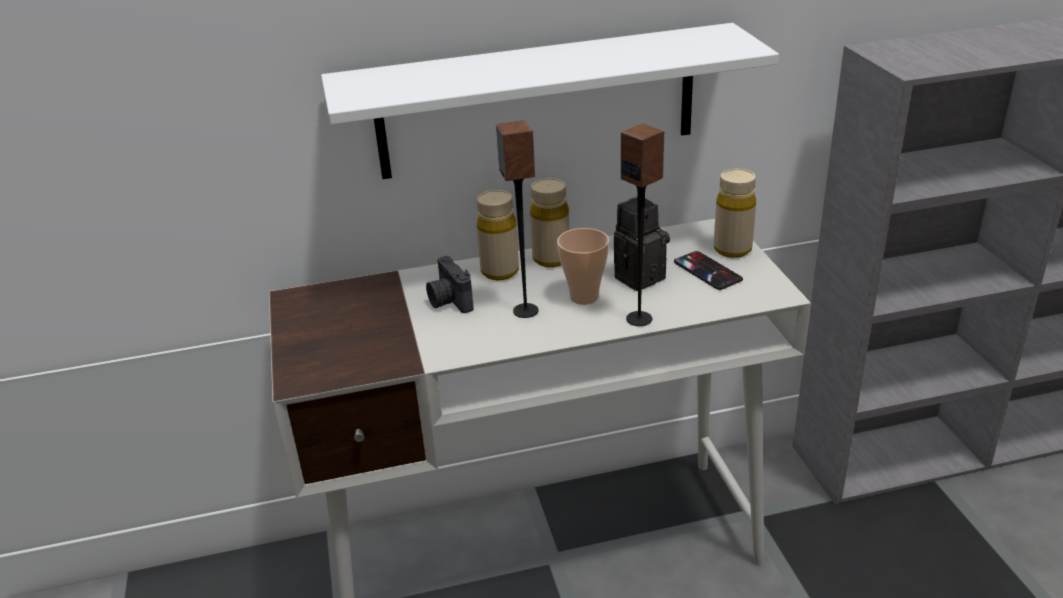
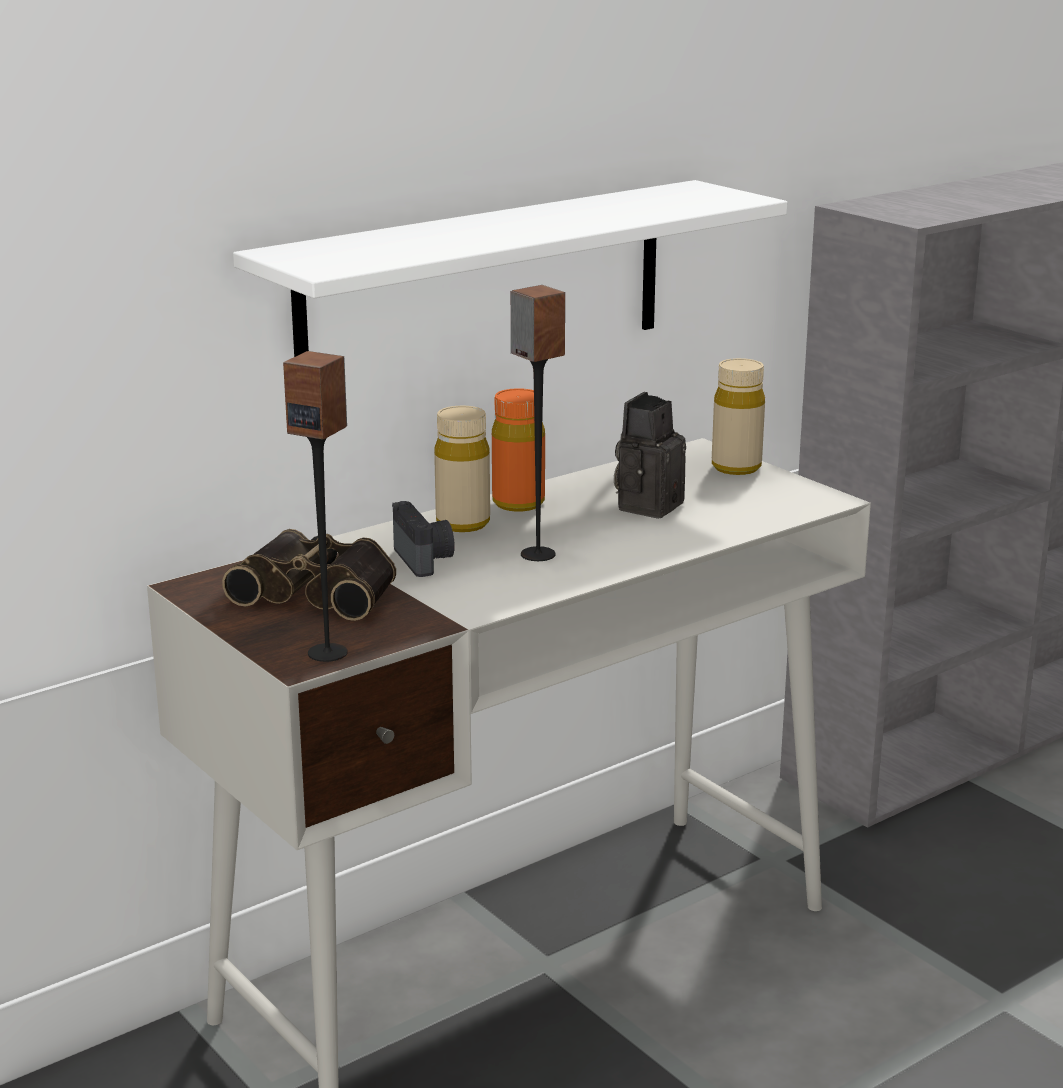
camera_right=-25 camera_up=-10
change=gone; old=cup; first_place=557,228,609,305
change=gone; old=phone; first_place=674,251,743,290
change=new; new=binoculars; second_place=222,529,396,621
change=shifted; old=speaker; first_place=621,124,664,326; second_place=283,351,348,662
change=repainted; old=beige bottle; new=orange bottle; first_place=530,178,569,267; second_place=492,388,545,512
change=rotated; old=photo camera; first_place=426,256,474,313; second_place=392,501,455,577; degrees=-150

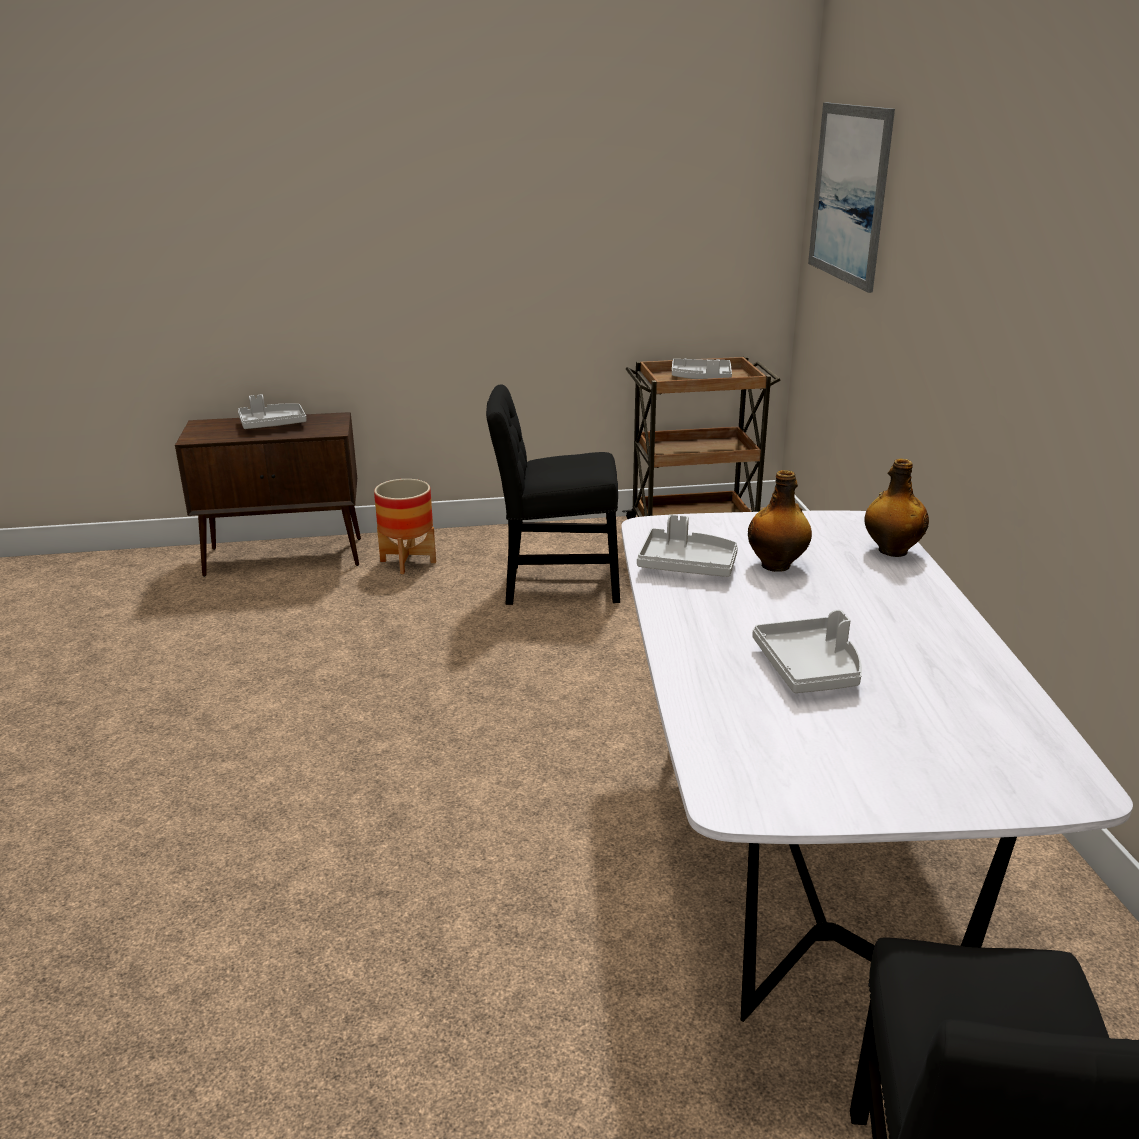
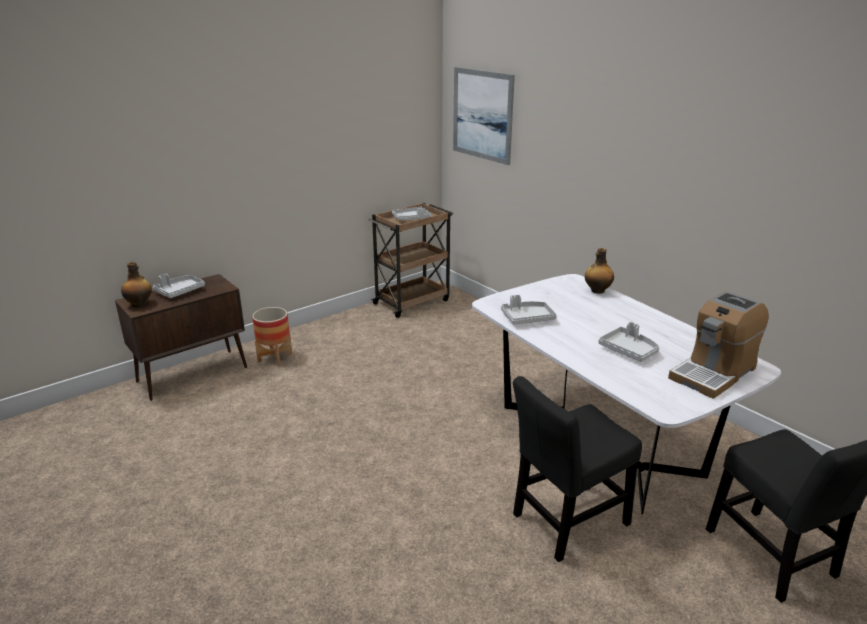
camera_right=-30 camera_up=0
change=new; new=coffee machine; second_place=668,291,768,399
change=shifted; old=black chair; first_place=486,384,620,605; second_place=513,376,642,562
change=shifted; old=bottle; first_place=748,470,812,572; second_place=121,262,152,307

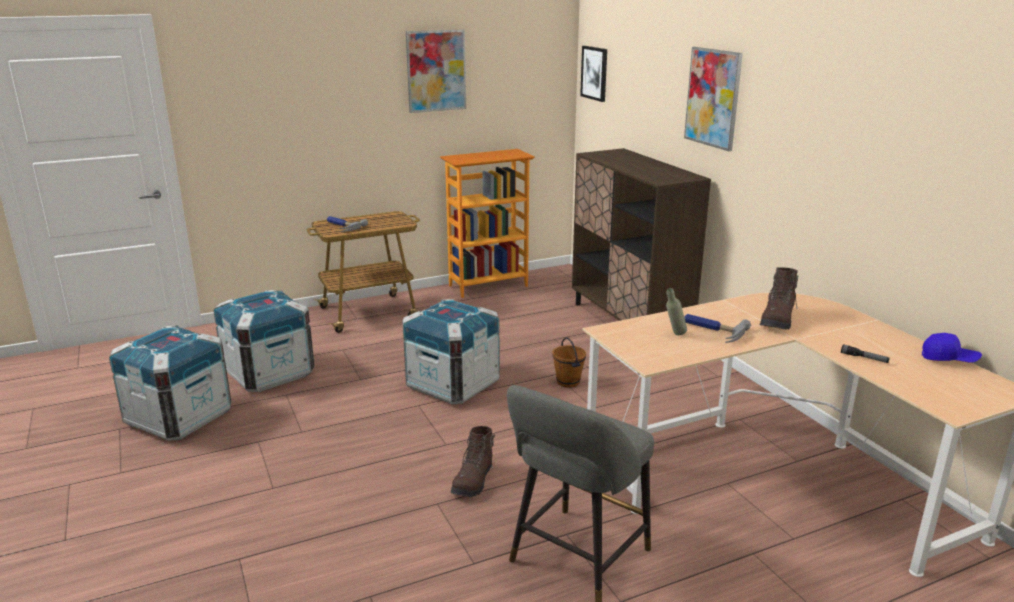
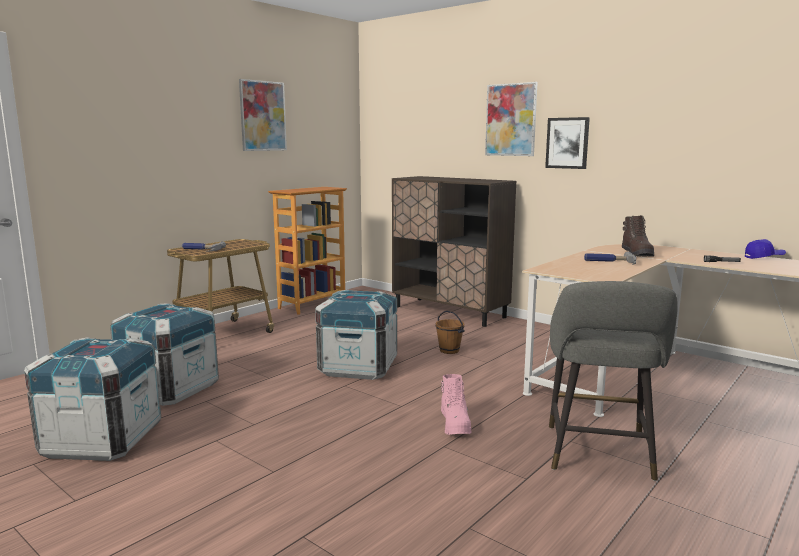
camera_right=-25 camera_up=-10
change=gone; old=grey bottle; first_place=666,288,687,335
change=shifted; old=picture; first_place=580,46,607,102; second_place=545,117,590,169
change=repainted; old=brown boot; new=pink boot; first_place=451,426,495,497; second_place=441,374,471,435

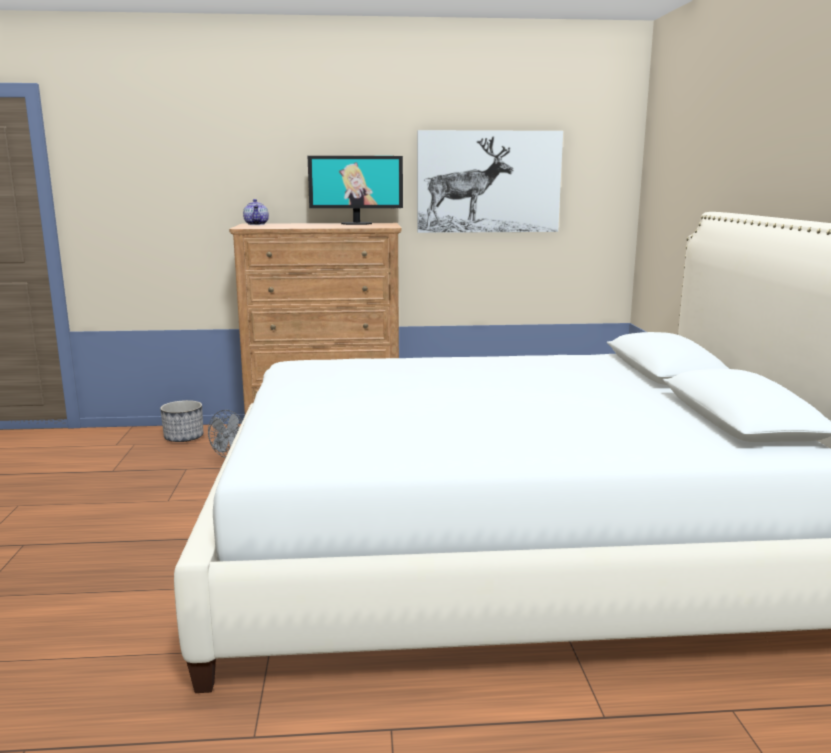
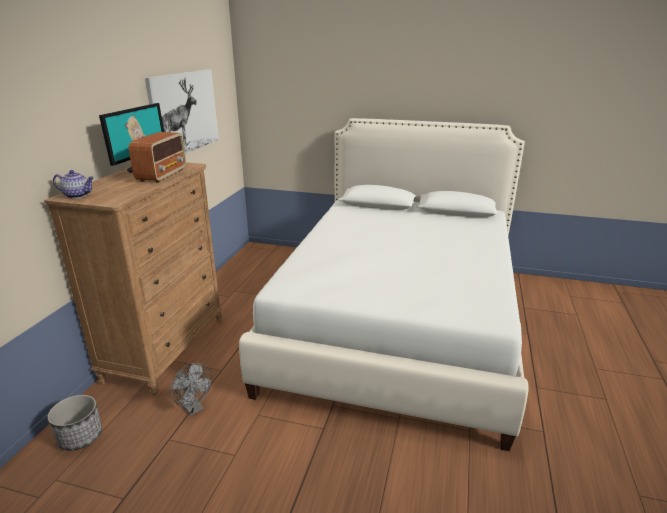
camera_right=-70 camera_up=10
change=new; new=radio; second_place=128,132,186,183

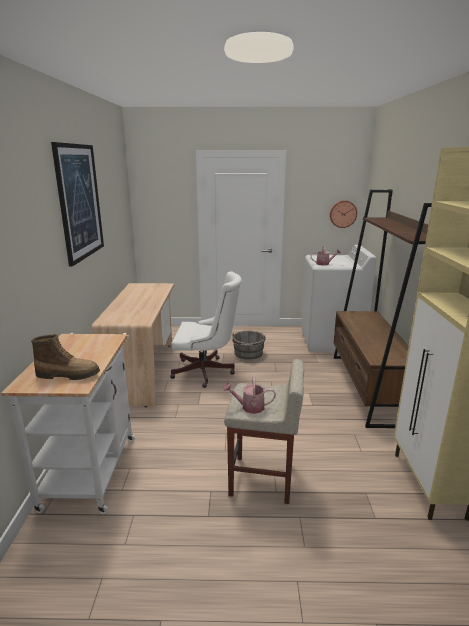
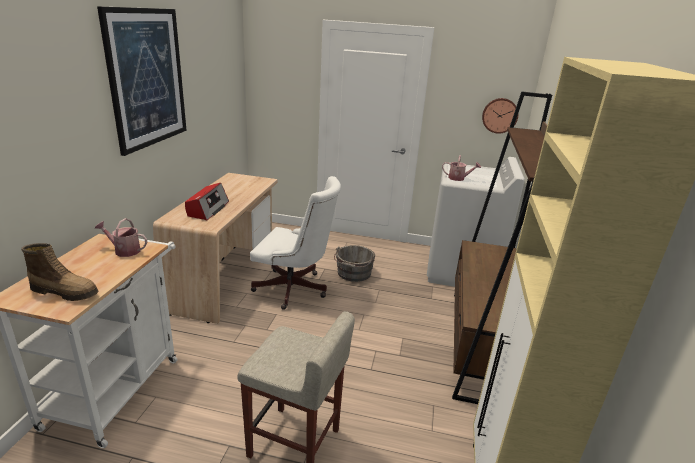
camera_right=10 camera_up=5
change=new; new=radio; second_place=185,183,229,220
change=shifted; old=watering can; first_place=223,377,276,414; second_place=95,218,147,257

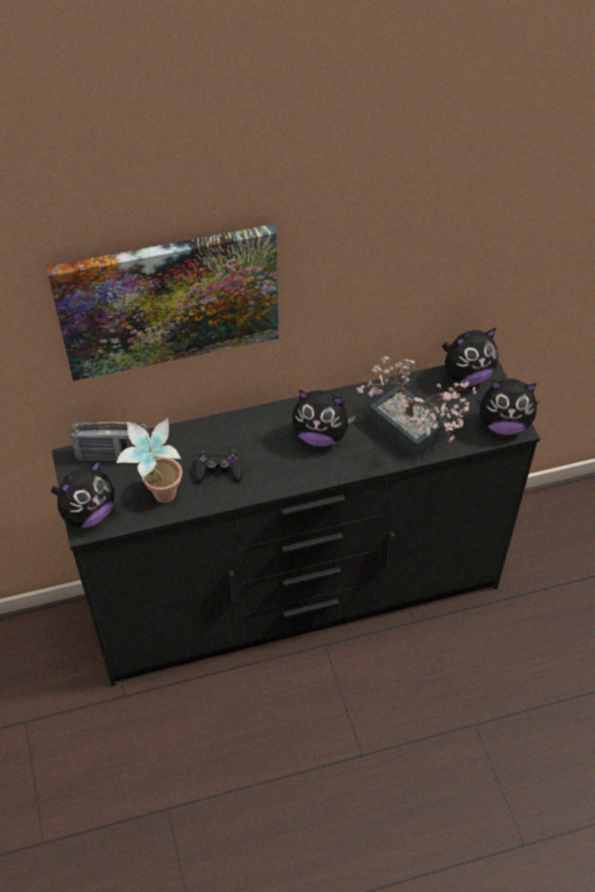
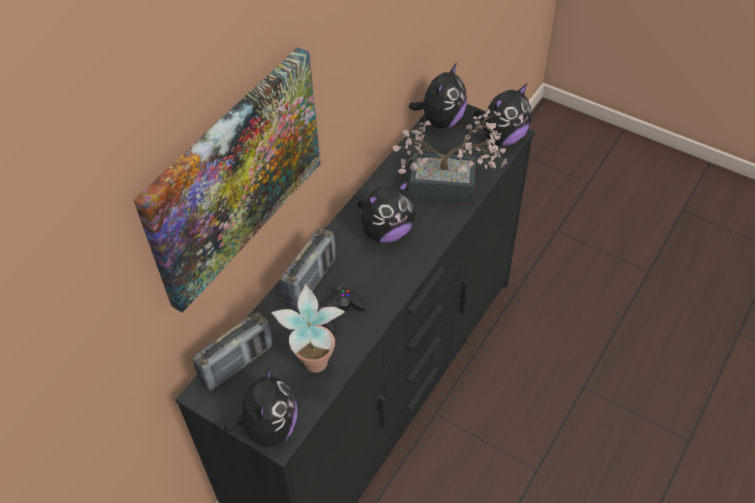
camera_right=-40 camera_up=0
change=new; new=radio; second_place=281,228,335,309

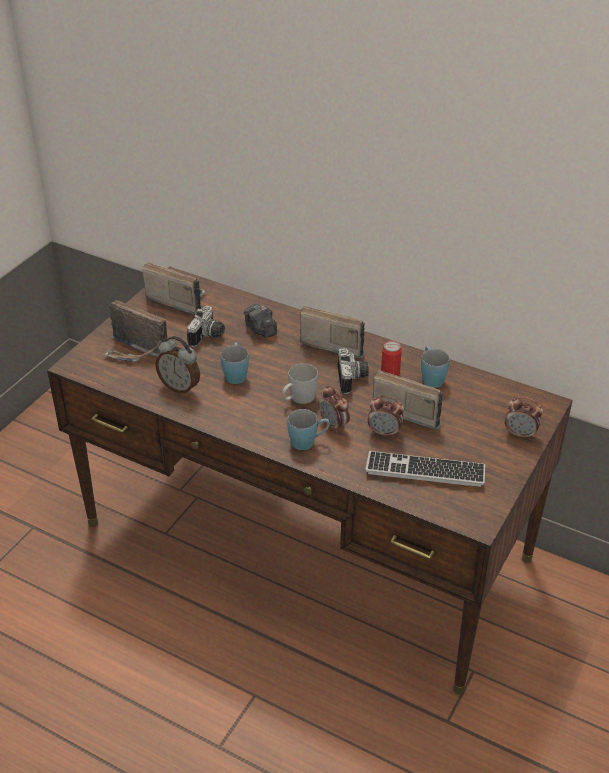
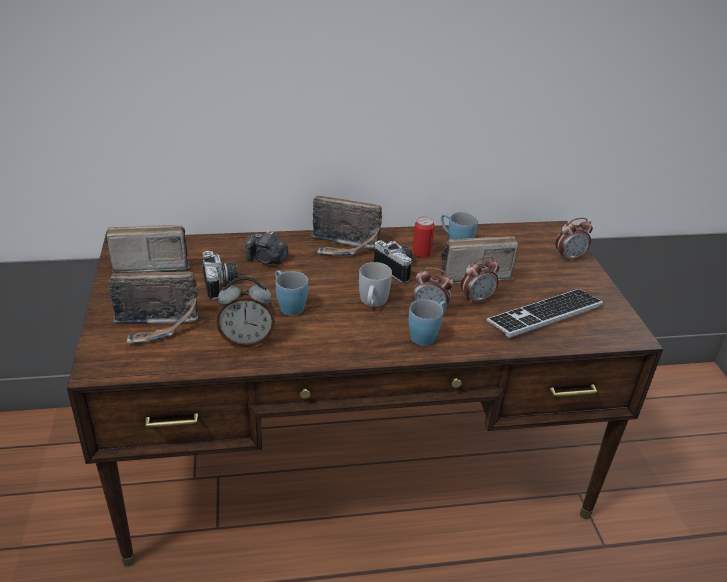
camera_right=-40 camera_up=-5
change=rotated; old=radio; first_place=300,306,365,358; second_place=311,195,382,256; degrees=-150

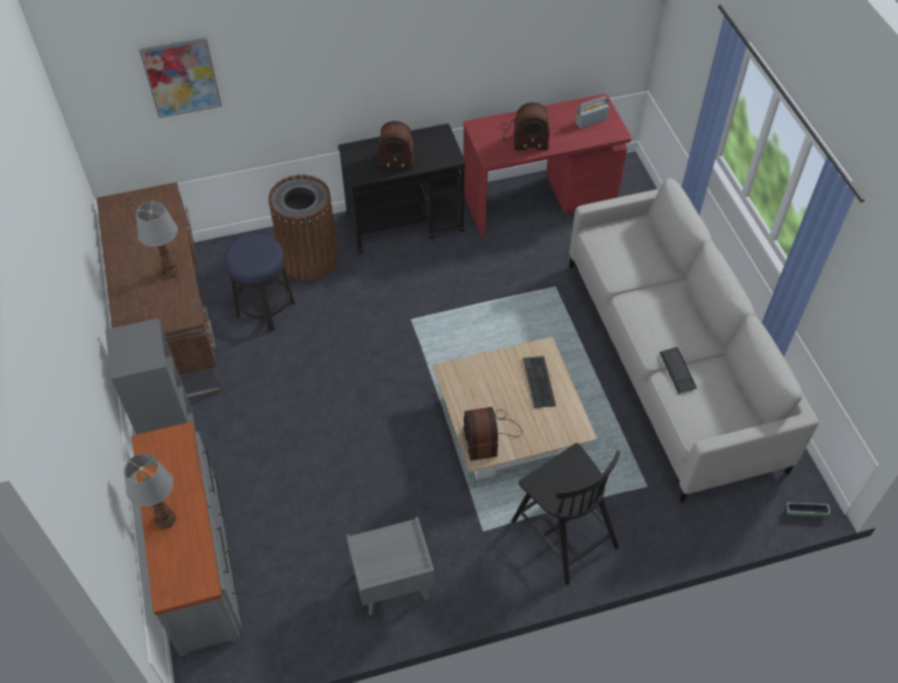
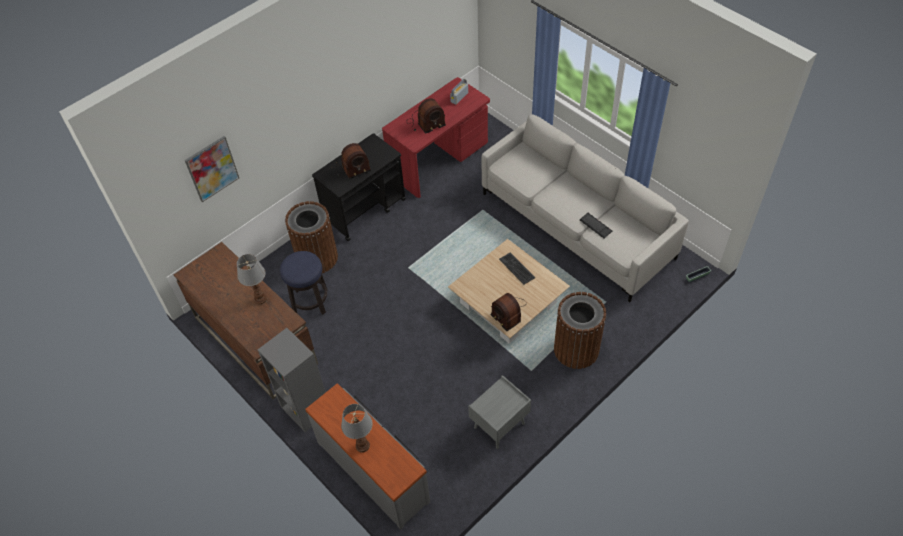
camera_right=-25 camera_up=0
change=swapped; old=black chair; new=brown trash can; first_place=511,443,621,585; second_place=554,292,606,369

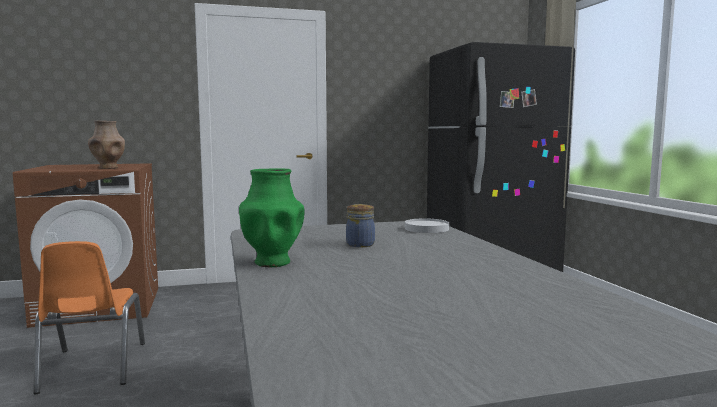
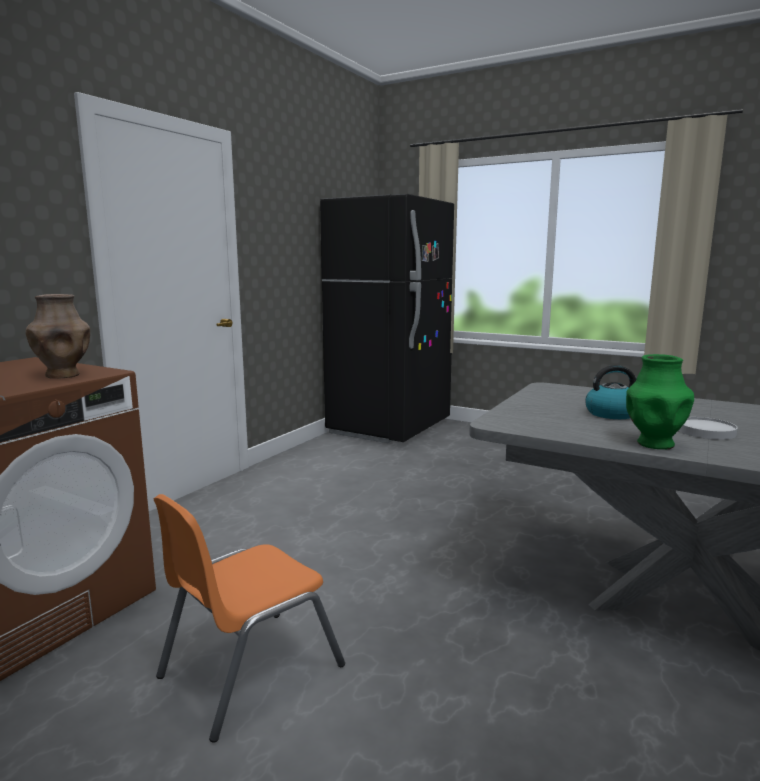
camera_right=-45 camera_up=5
change=shifted; old=white plate; first_place=405,218,449,233; second_place=679,417,738,440
change=swapped; old=jar; new=kettle; first_place=346,204,375,247; second_place=585,365,637,419
change=rotated; old=orange chair; first_place=33,241,145,394; second_place=154,494,345,743; degrees=105

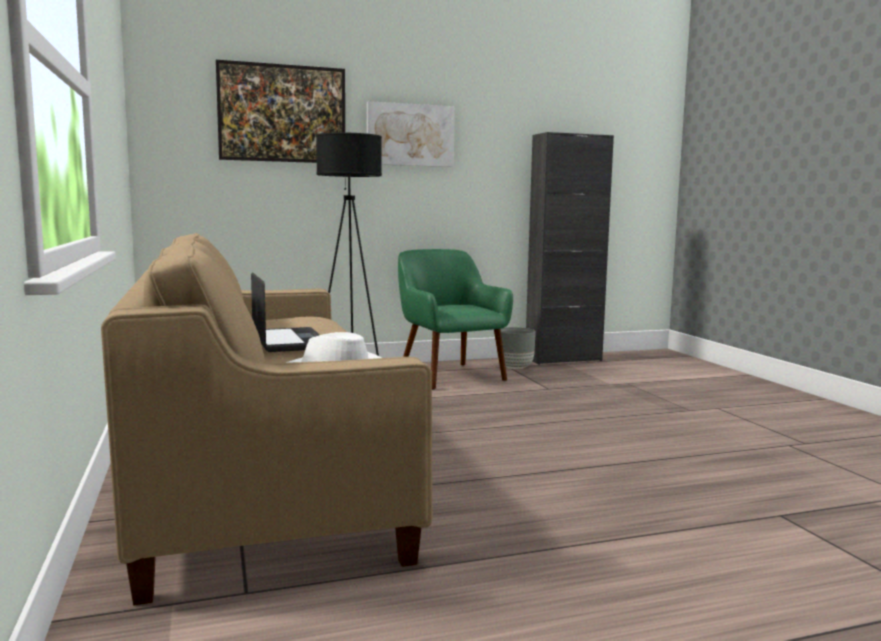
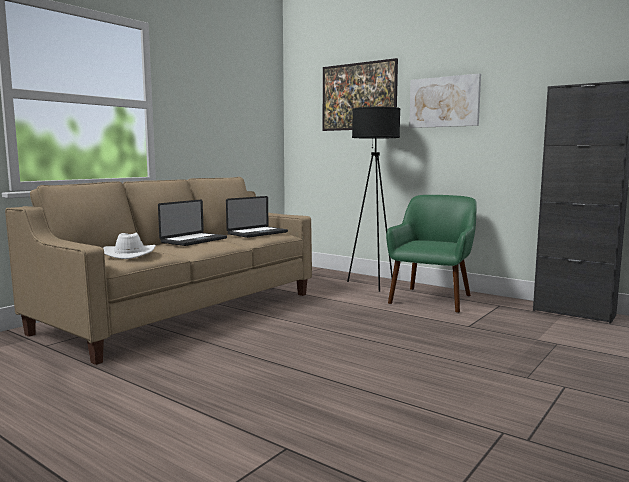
camera_right=55 camera_up=0
change=gone; old=grey planter; first_place=497,327,536,369
change=new; new=laptop; second_place=226,196,288,238

